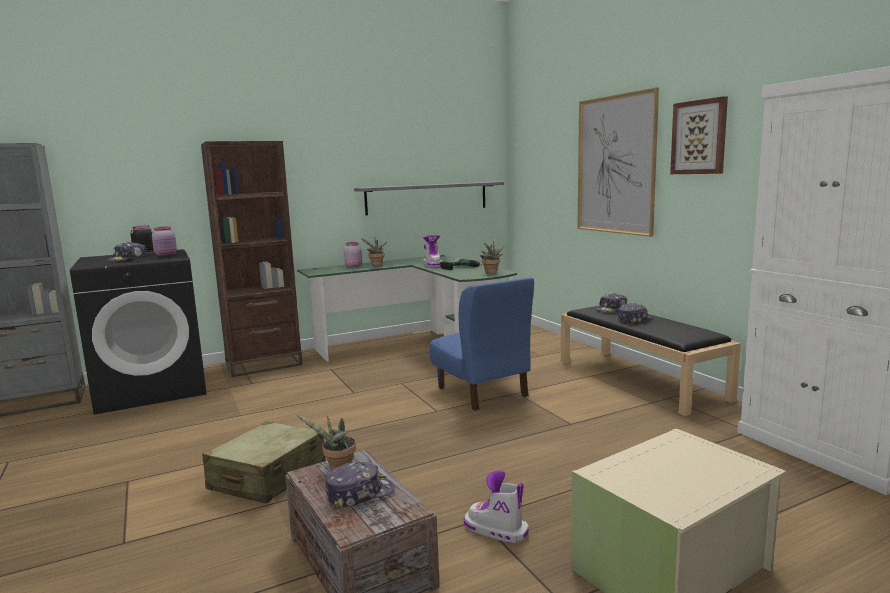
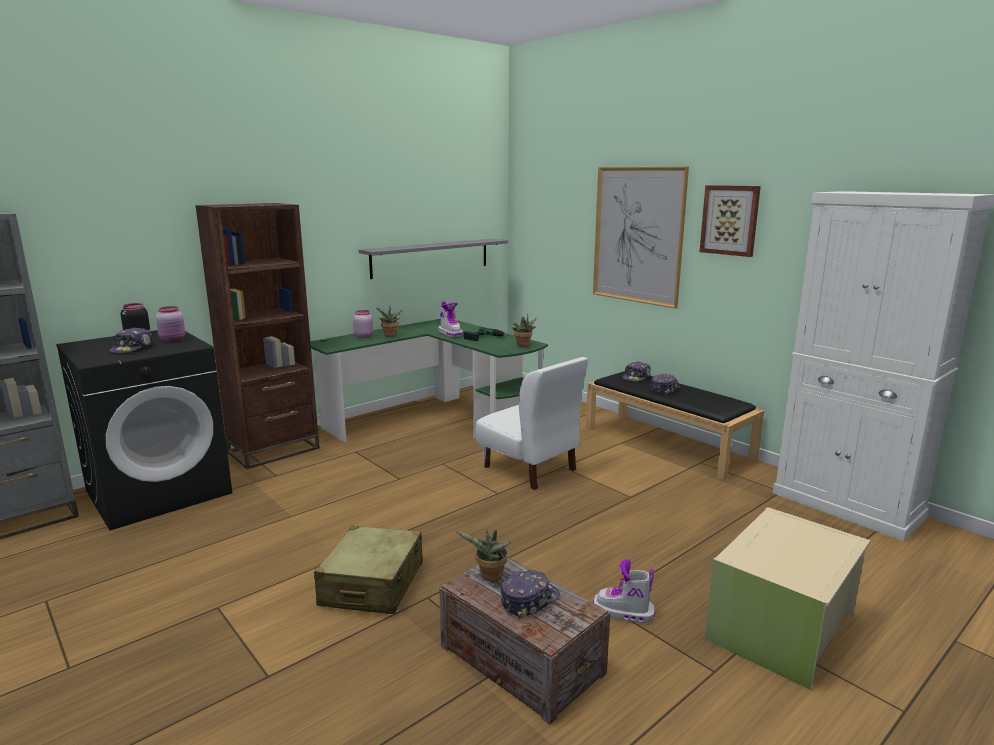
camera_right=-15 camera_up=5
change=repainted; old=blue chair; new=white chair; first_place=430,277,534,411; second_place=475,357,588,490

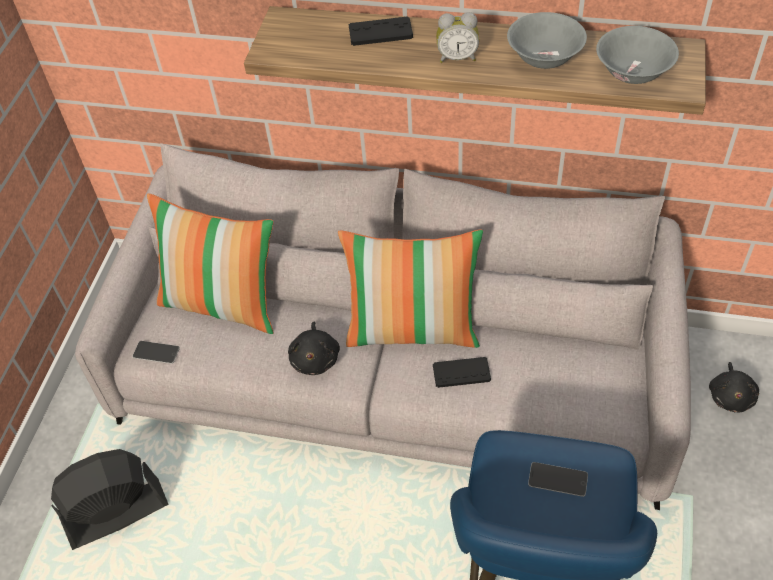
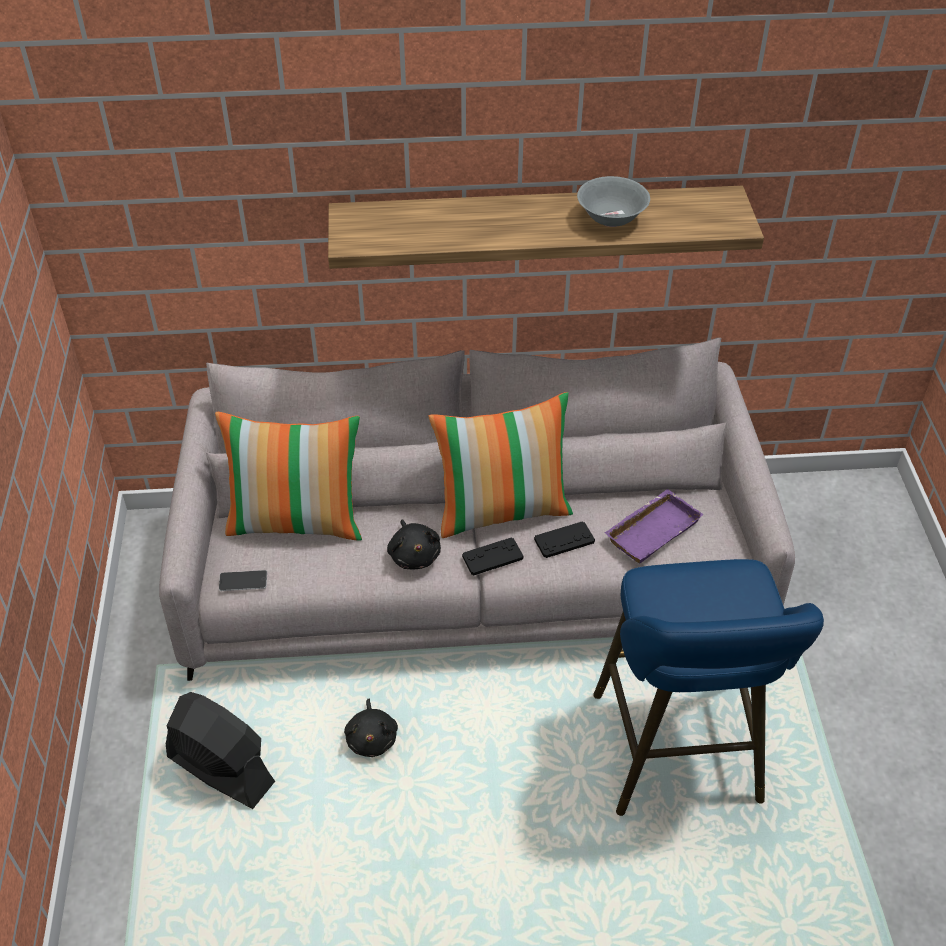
camera_right=-20 camera_up=-5
change=gone; old=alarm clock; first_place=436,12,479,63
change=gone; old=phone; first_place=528,462,588,497
change=gone; old=grey bowl; first_place=596,26,679,84
change=new; new=purple tray; second_place=605,489,704,564
change=shifted; old=black game controller; first_place=349,16,413,46; second_place=462,537,523,575
change=shifted; old=black plush toy; first_place=709,362,759,412; second_place=344,699,398,757
change=rotated; old=black fan; first_place=51,449,168,550; second_place=166,692,275,809; degrees=75

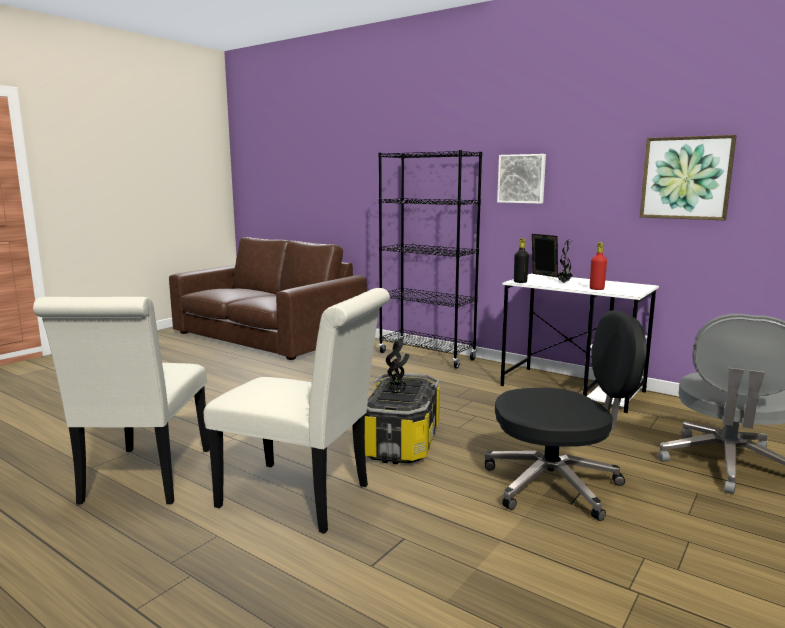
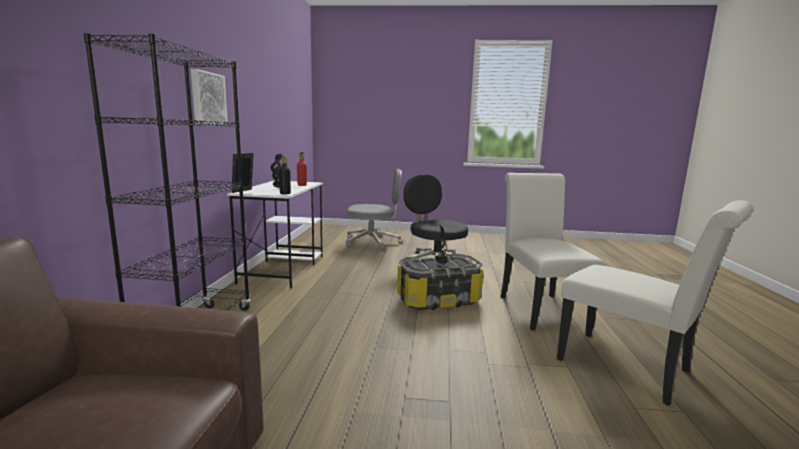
camera_right=-120 camera_up=0
change=gone; old=picture; first_place=640,135,737,220
change=rotated; old=white chair; first_place=33,297,210,505; second_place=557,200,754,406; degrees=75

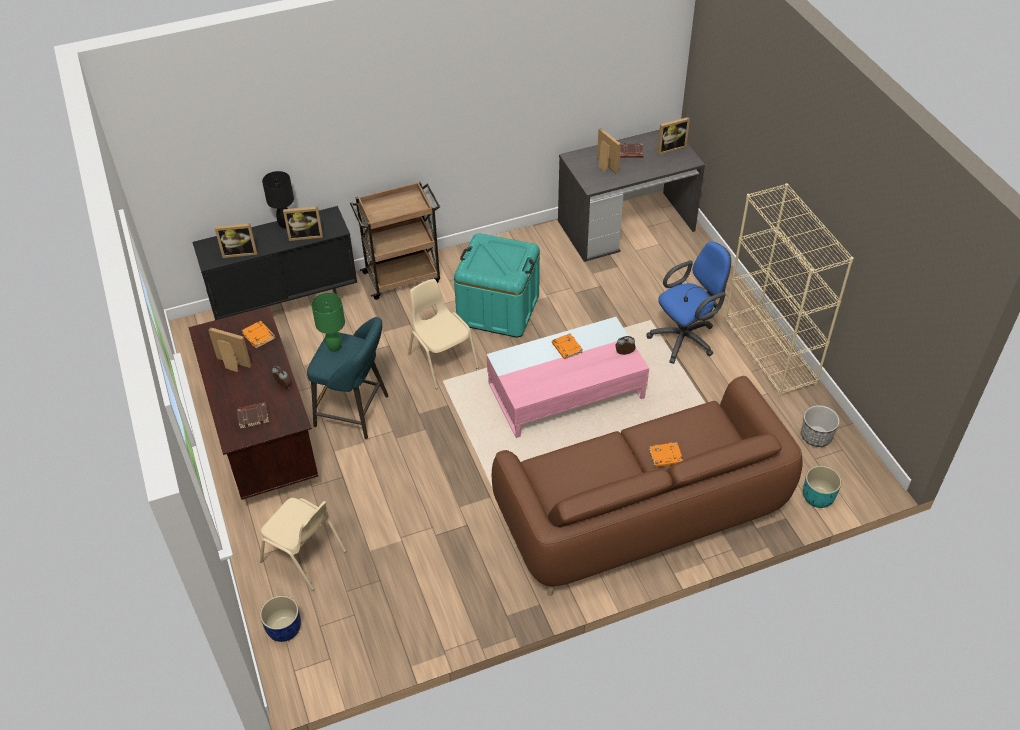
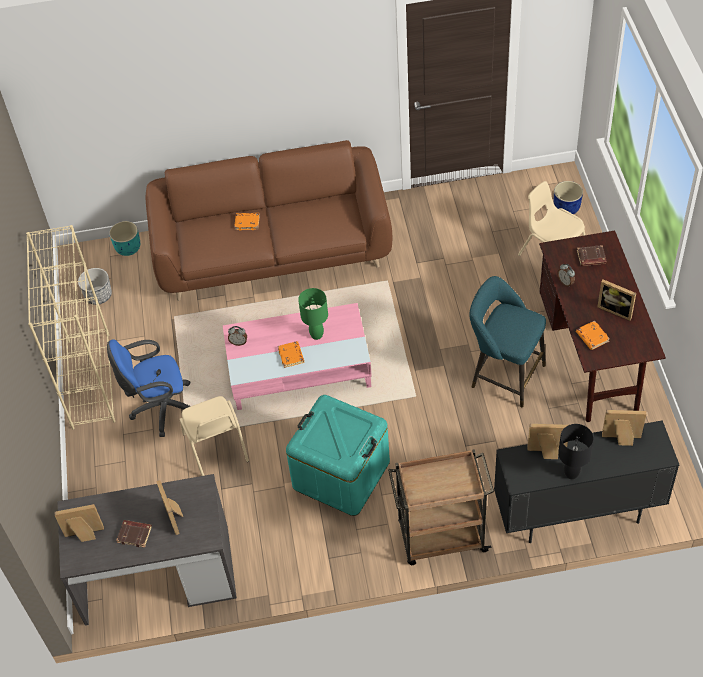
camera_right=-165 camera_up=5
change=shifted; old=green table lamp; first_place=311,293,345,352; second_place=298,288,328,340
change=shifted; old=beige chair; first_place=408,279,479,389; second_place=179,396,249,476

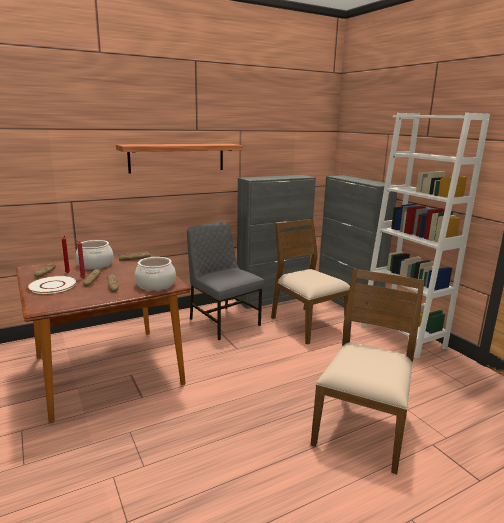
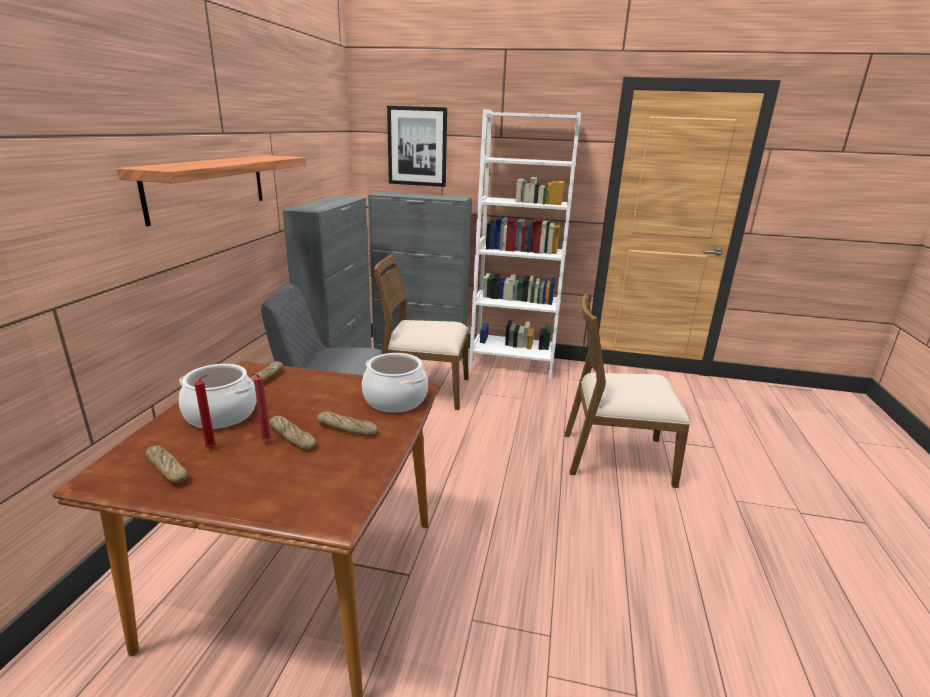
camera_right=-50 camera_up=5
change=gone; old=white plate; first_place=27,276,77,294
change=new; new=picture; second_place=387,106,447,187
change=rotated; old=brown chair; first_place=311,268,425,474; second_place=565,293,690,488; degrees=-60

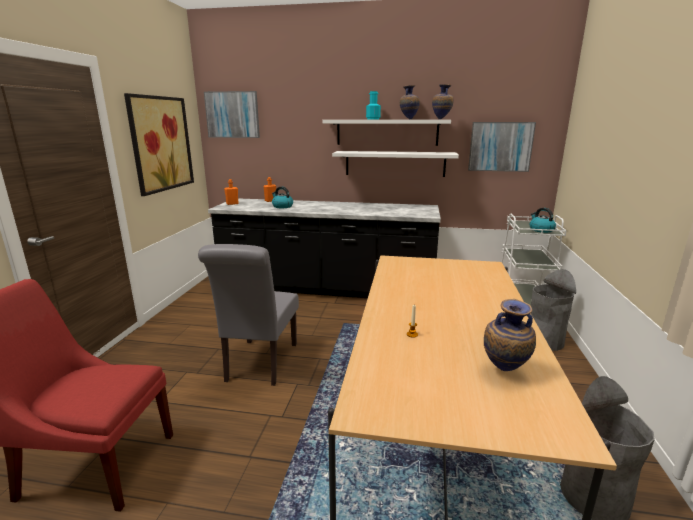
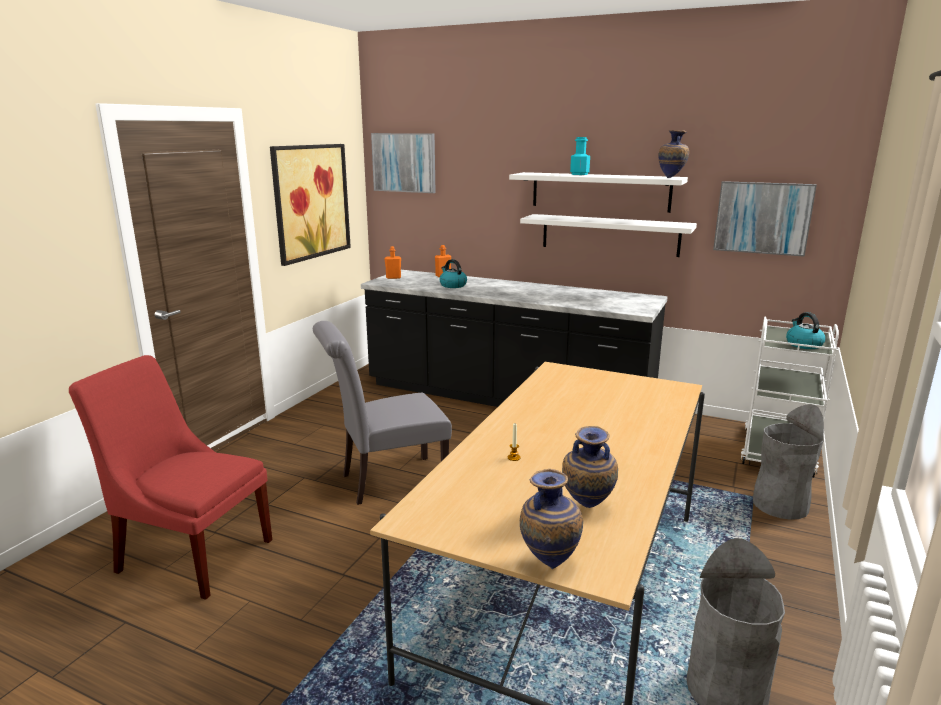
camera_right=15 camera_up=0
change=shifted; old=vase; first_place=400,85,420,119; second_place=520,469,583,569
change=rotated; old=grey chair; first_place=198,244,299,386; second_place=313,321,452,505; degrees=45

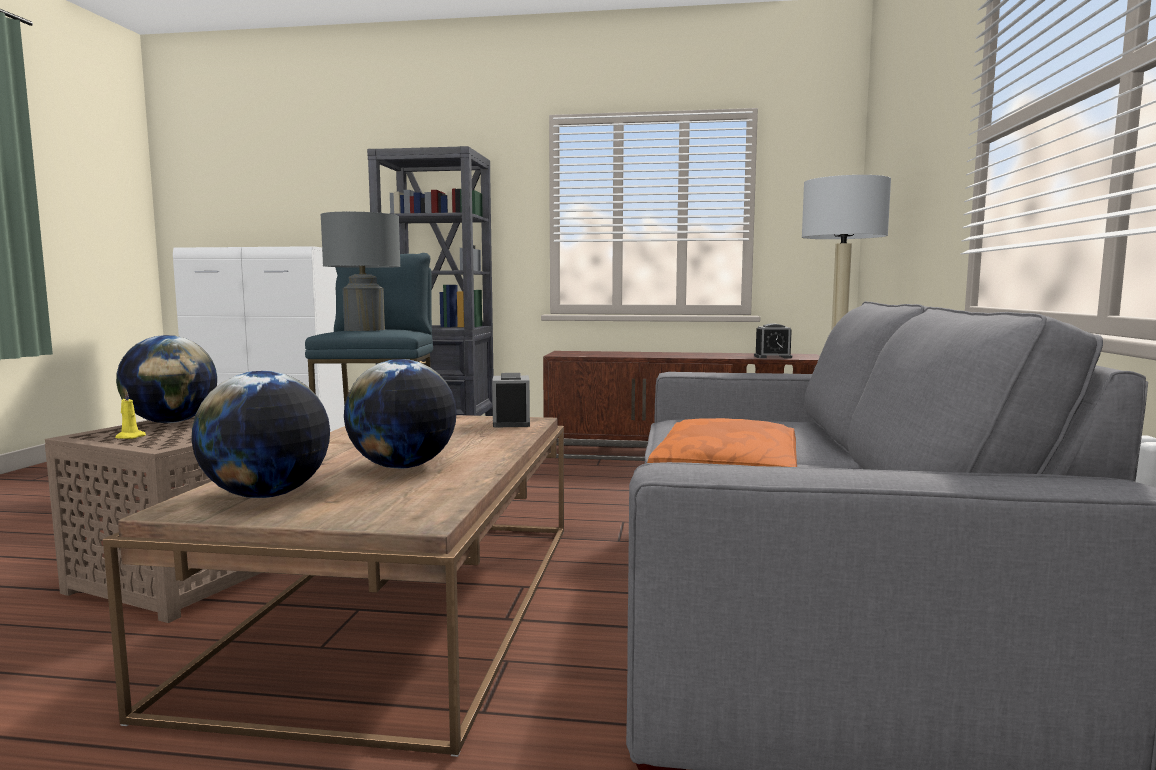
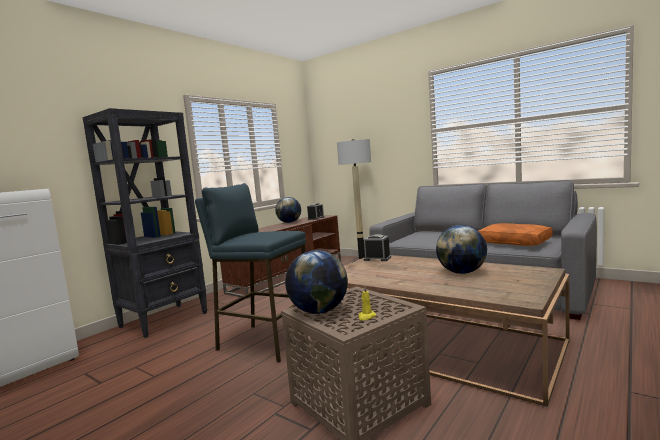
camera_right=-60 camera_up=0
change=gone; old=grey table lamp; first_place=320,212,401,331
change=shifted; old=globe; first_place=192,371,330,498; second_place=275,197,301,223

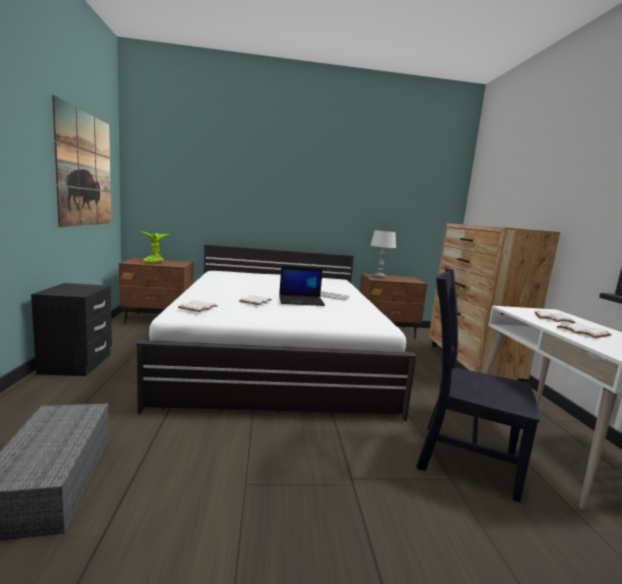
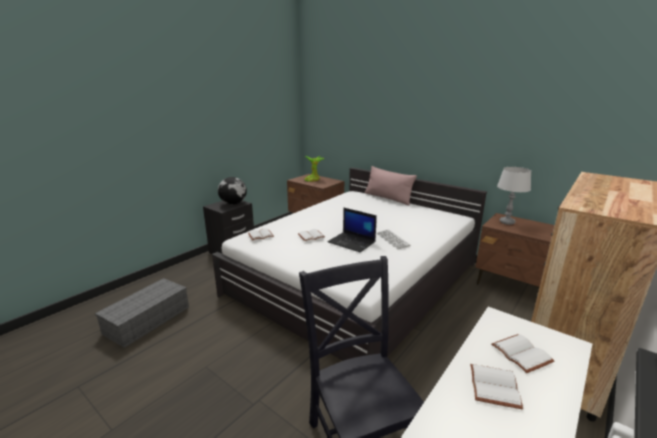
camera_right=45 camera_up=10
change=gone; old=picture; first_place=52,95,111,227
change=new; new=globe; second_place=218,177,247,205
change=new; new=pink pillow; second_place=365,166,417,205

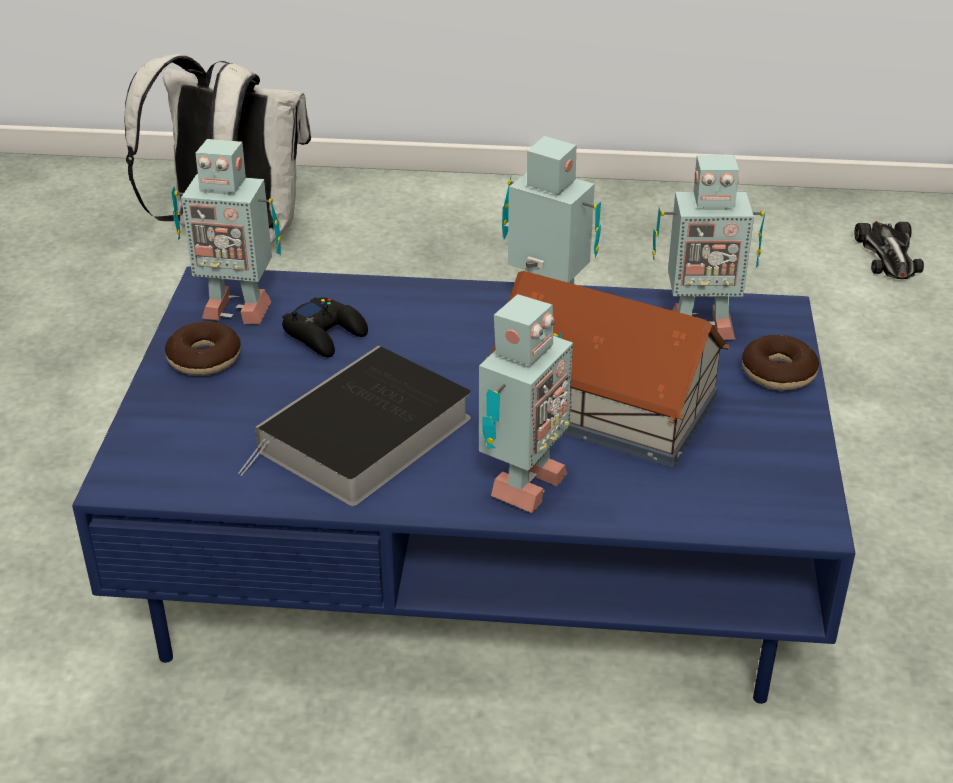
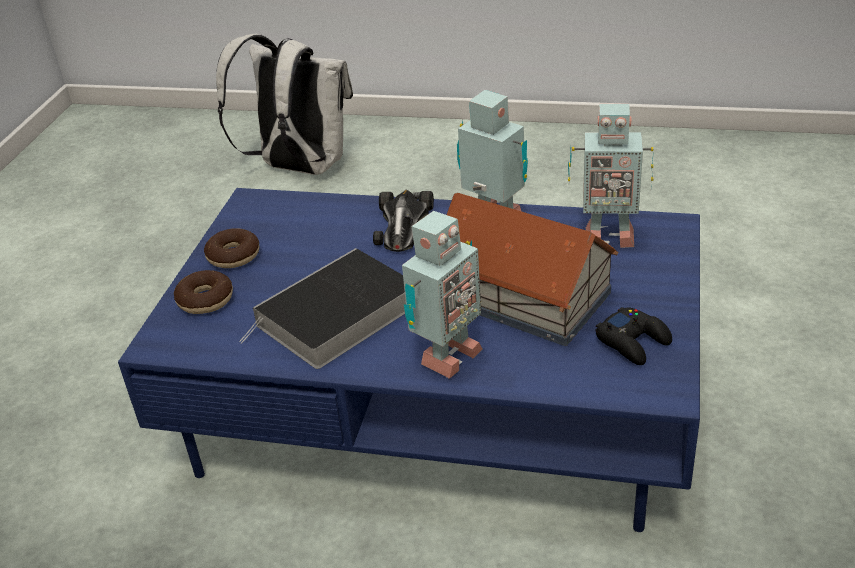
camera_right=10 camera_up=0
change=gone; old=toy robot; first_place=171,139,281,324
change=shifted; old=black game controller; first_place=282,297,368,357; second_place=596,307,672,365
change=shifted; old=donut; first_place=742,335,819,391; second_place=174,270,233,314
change=shifted; old=toy car; first_place=854,221,924,279; second_place=373,190,434,252

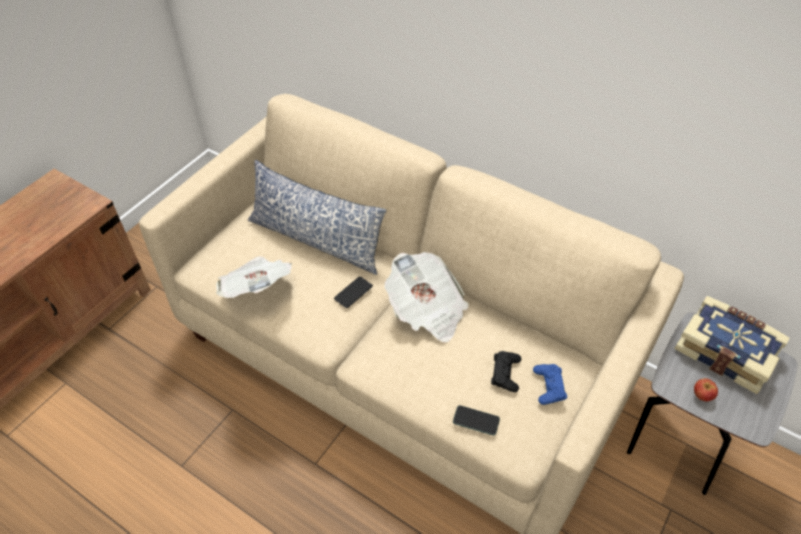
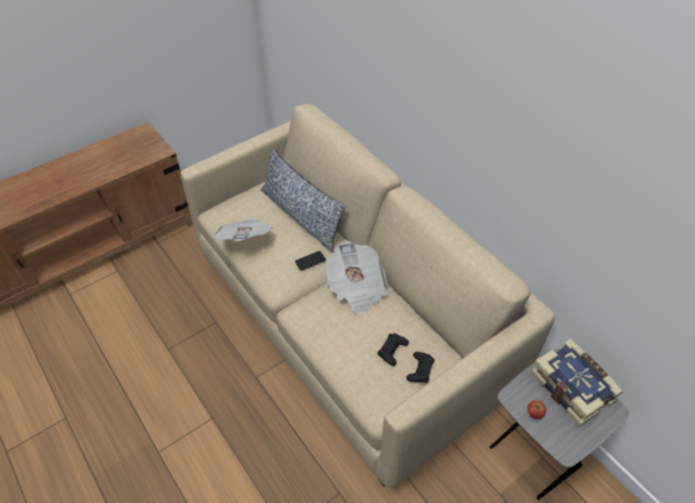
camera_right=20 camera_up=0
change=gone; old=phone; first_place=453,405,500,436
change=repainted; old=blue game controller; new=black game controller; first_place=533,364,567,405; second_place=407,352,434,383

